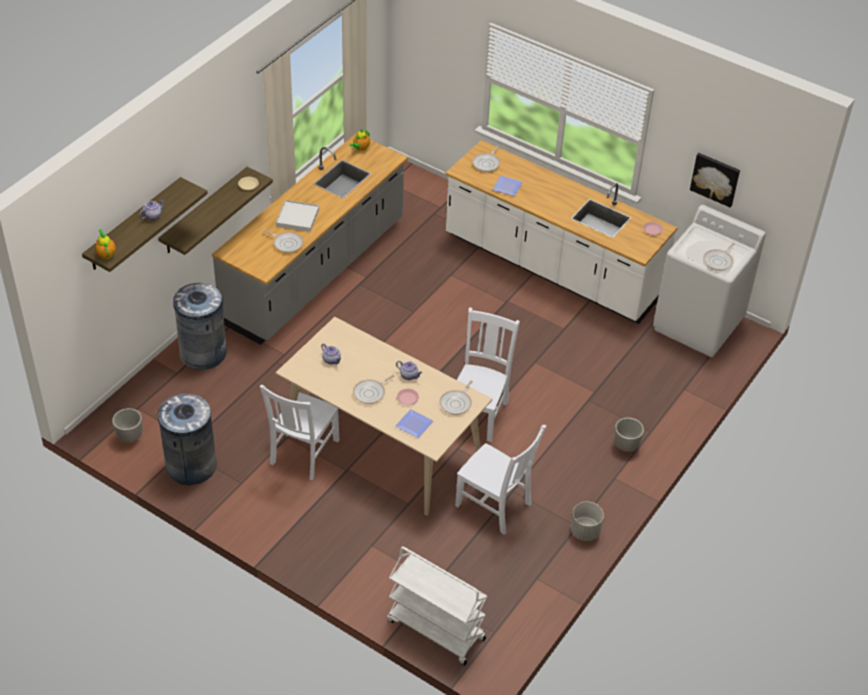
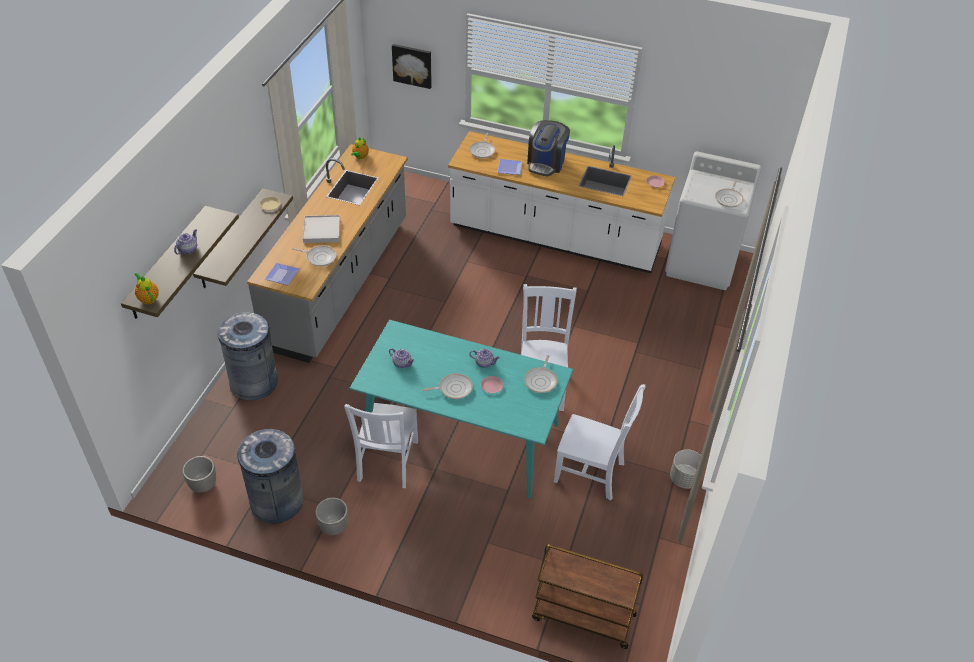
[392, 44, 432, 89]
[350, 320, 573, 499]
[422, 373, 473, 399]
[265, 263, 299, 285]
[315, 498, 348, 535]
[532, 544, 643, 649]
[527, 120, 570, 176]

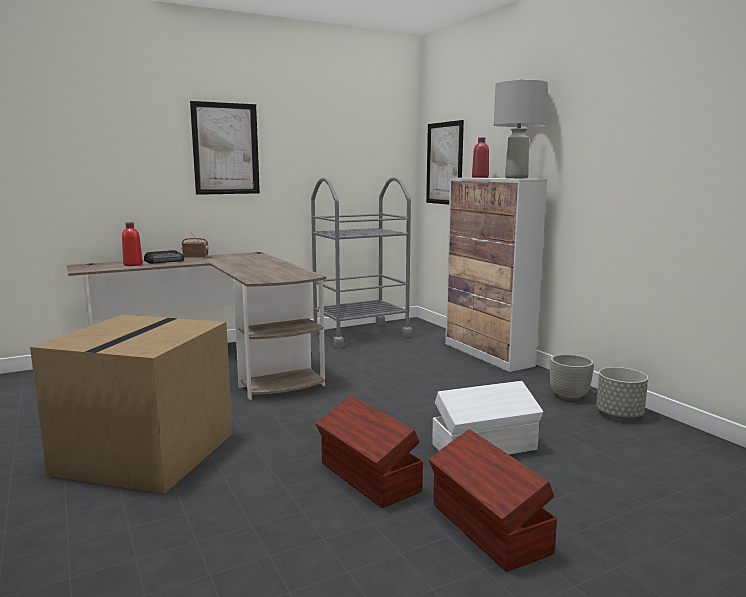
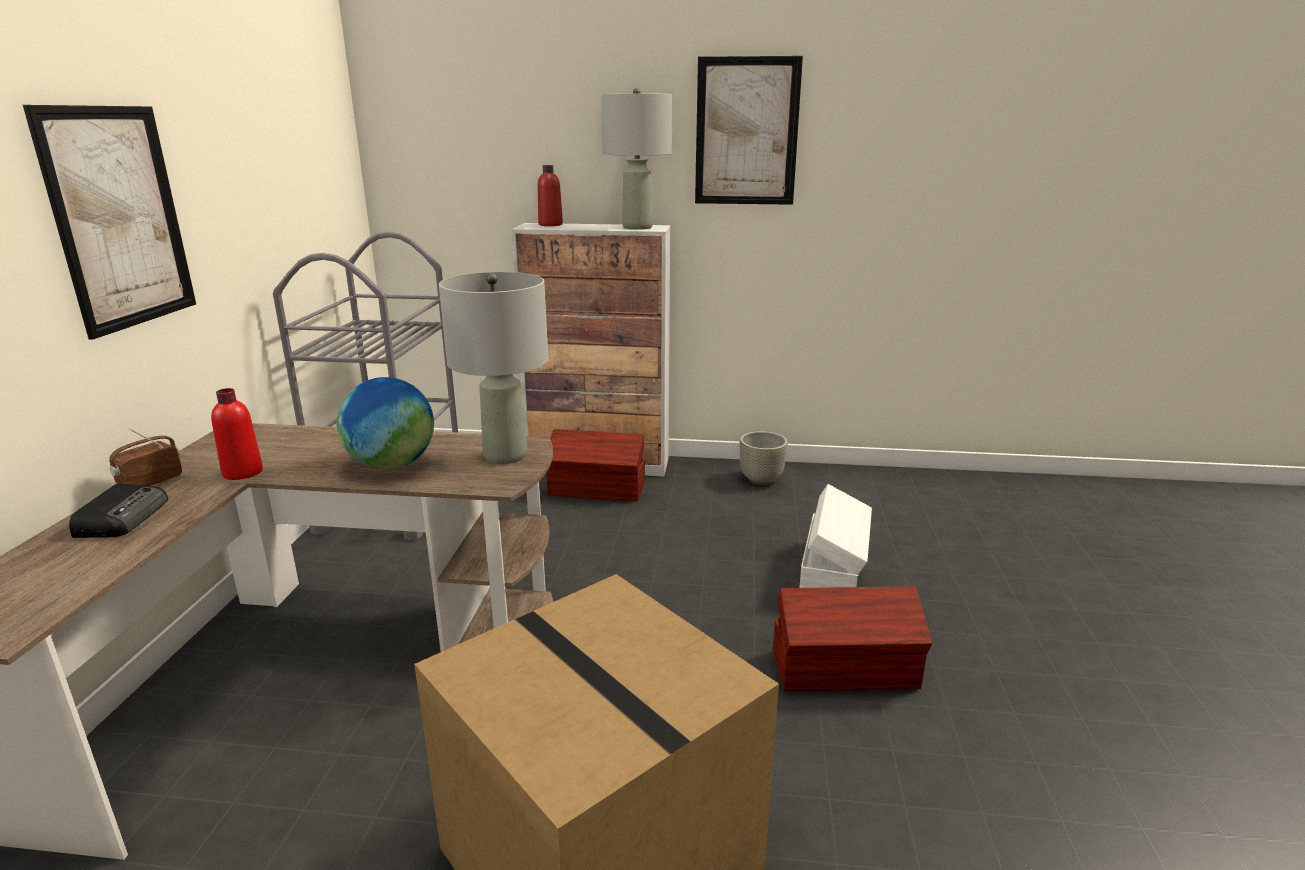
[695, 56, 803, 205]
[211, 388, 263, 480]
[596, 367, 648, 419] (first image)
[546, 429, 645, 502]
[439, 272, 548, 464]
[336, 377, 434, 470]

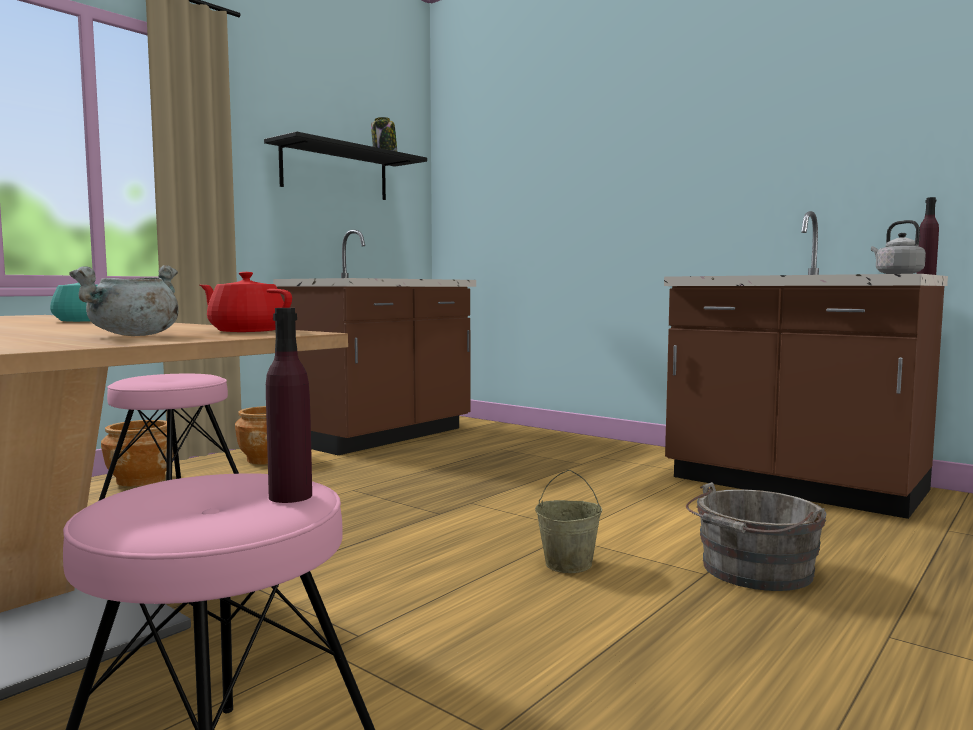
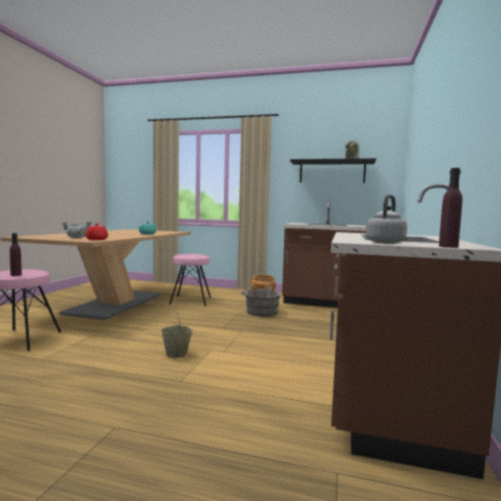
[101, 420, 174, 487] (first image)
[242, 287, 281, 317]

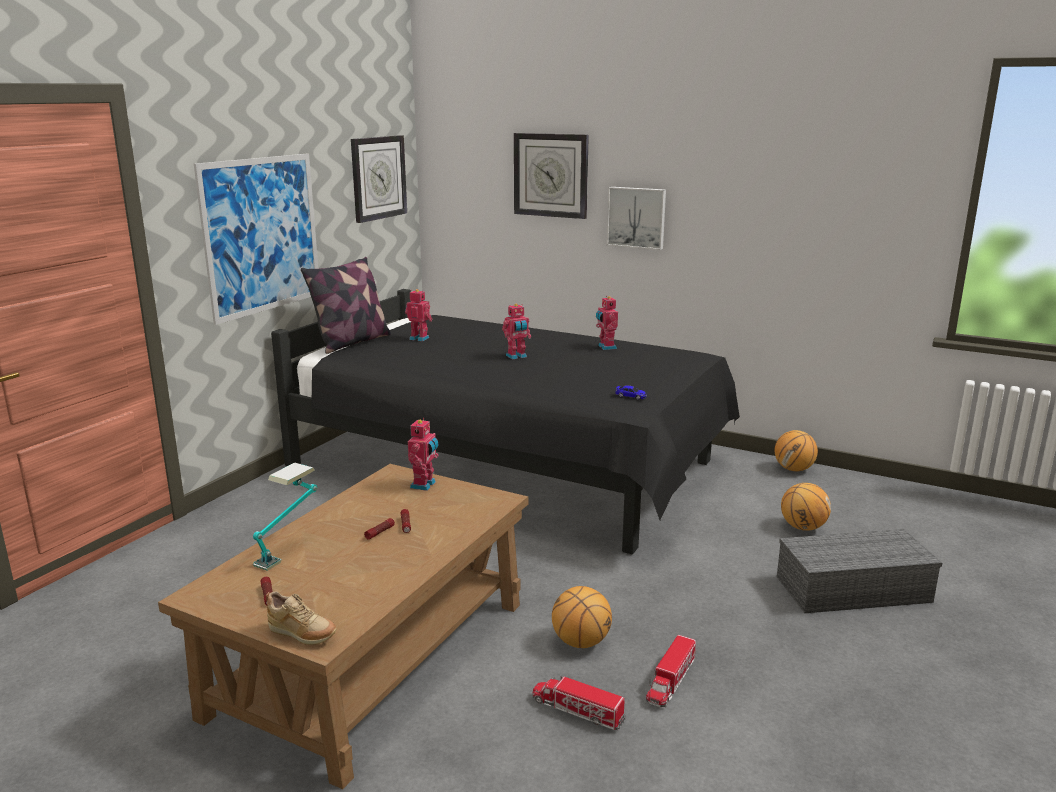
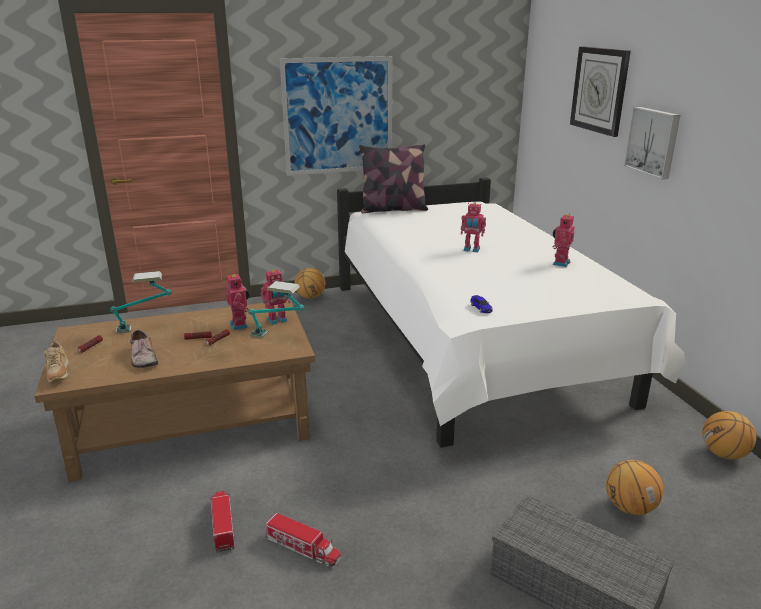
[351, 135, 407, 223] (first image)
[337, 178, 685, 448]
[226, 273, 249, 330]
[295, 268, 325, 299]
[266, 513, 341, 567]
[248, 281, 305, 338]
[130, 330, 158, 368]

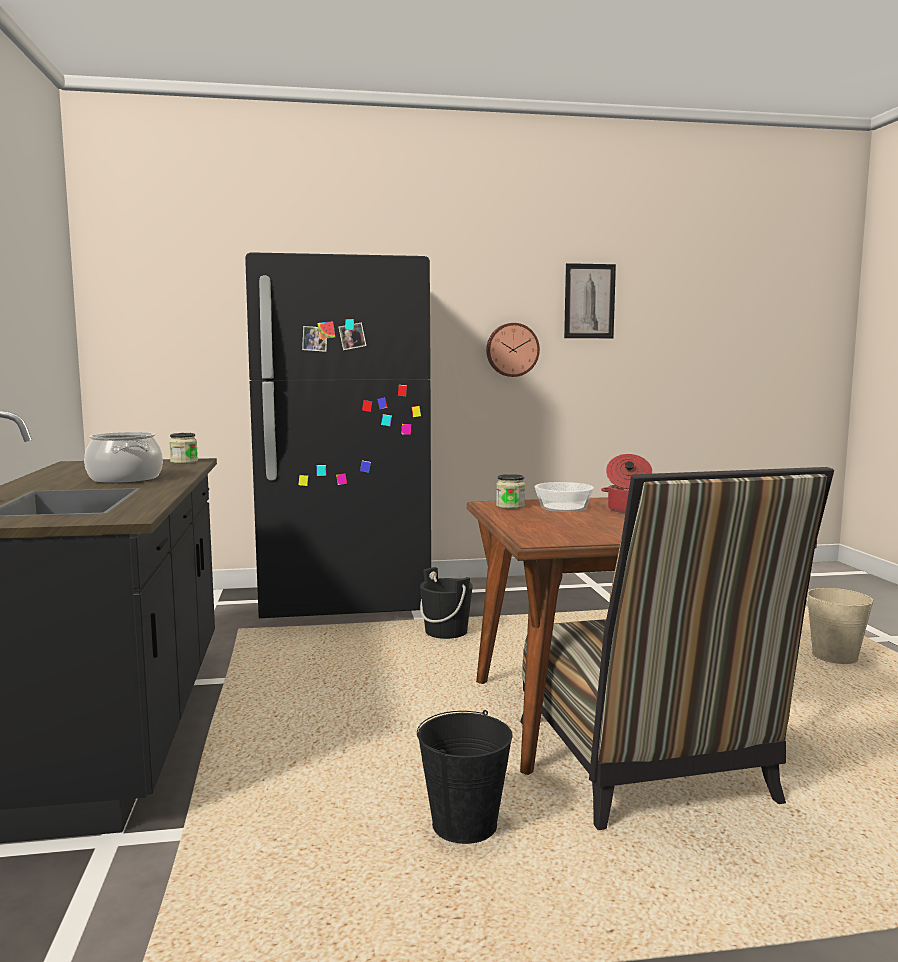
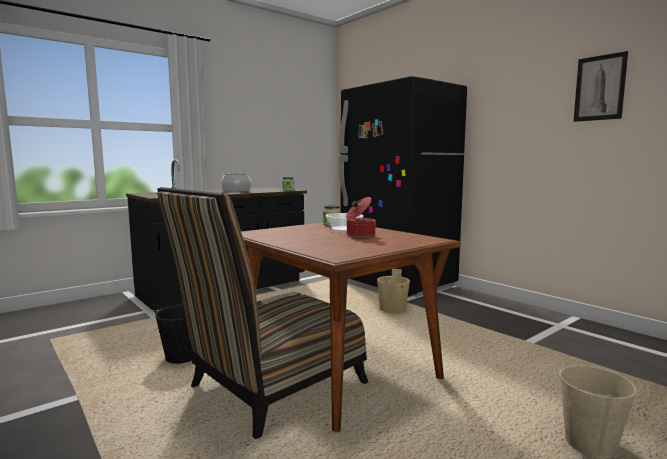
[486, 323, 540, 377] (first image)
[377, 269, 410, 313]

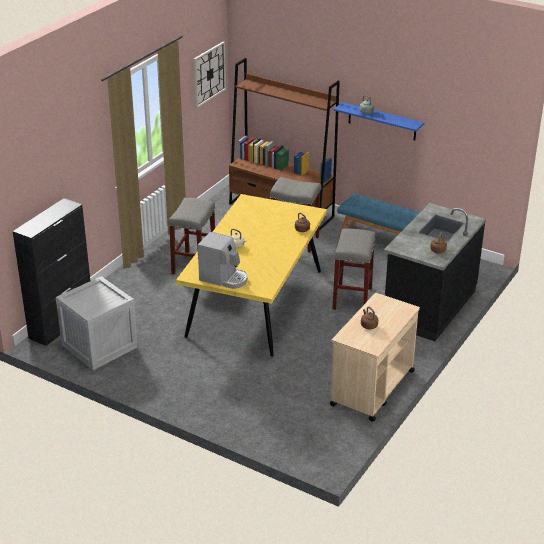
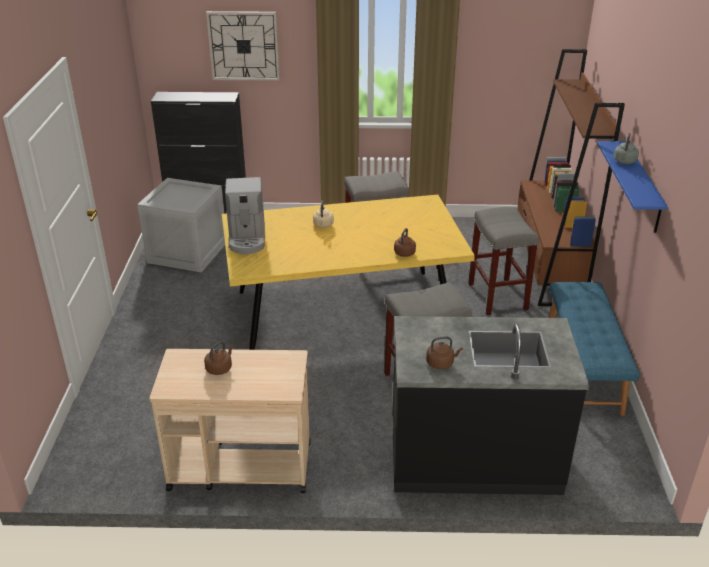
[206, 11, 280, 81]

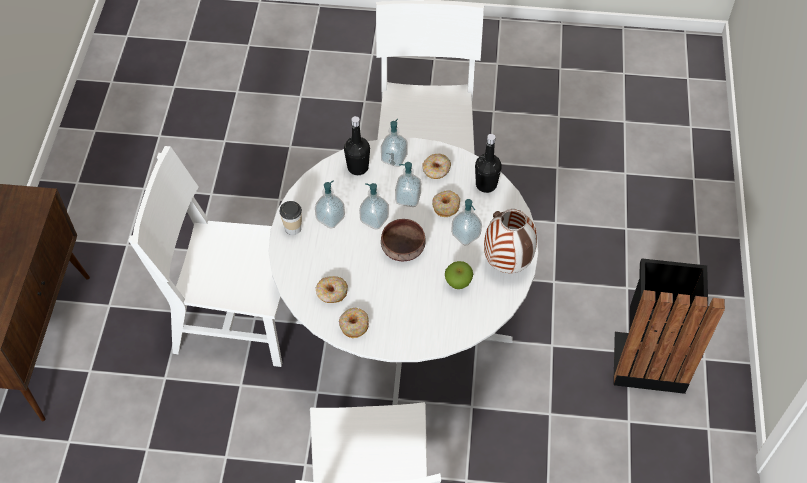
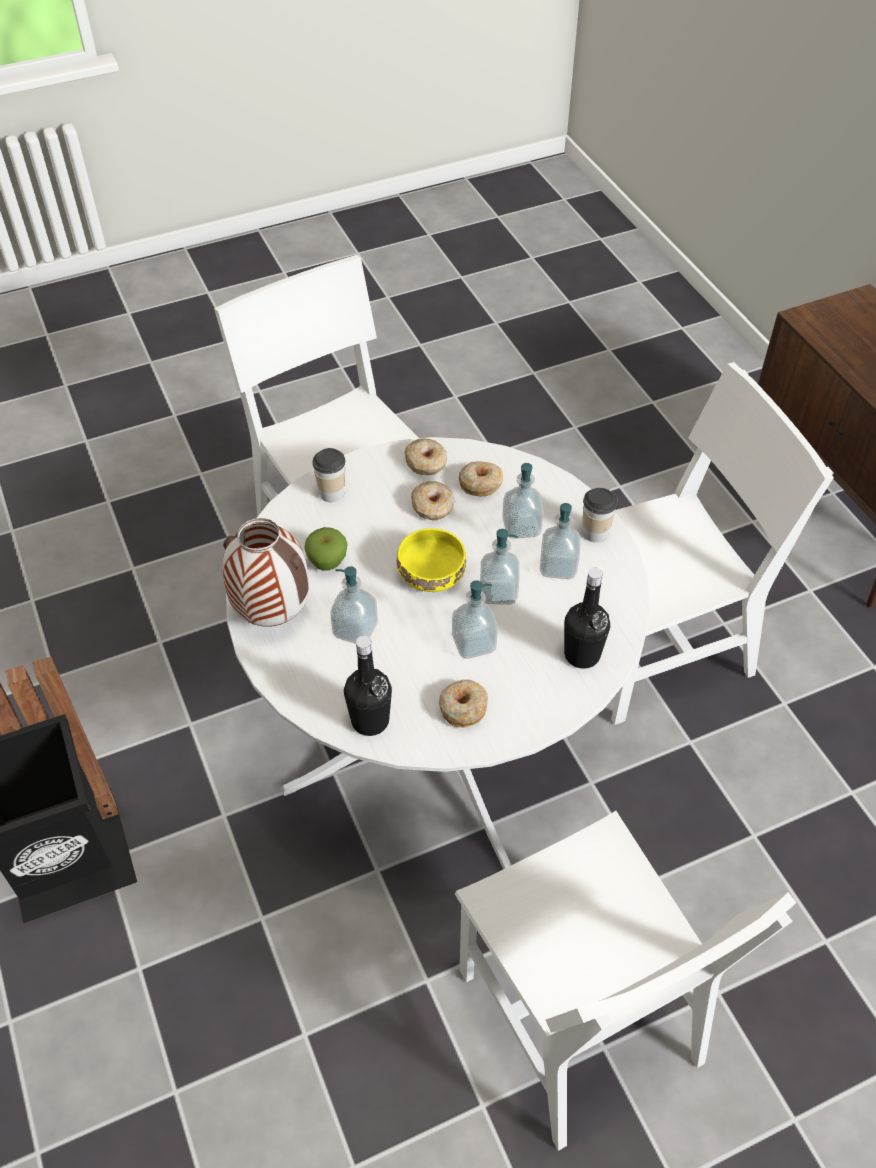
[502, 463, 544, 539]
[411, 481, 455, 520]
[397, 528, 466, 592]
[312, 448, 346, 502]

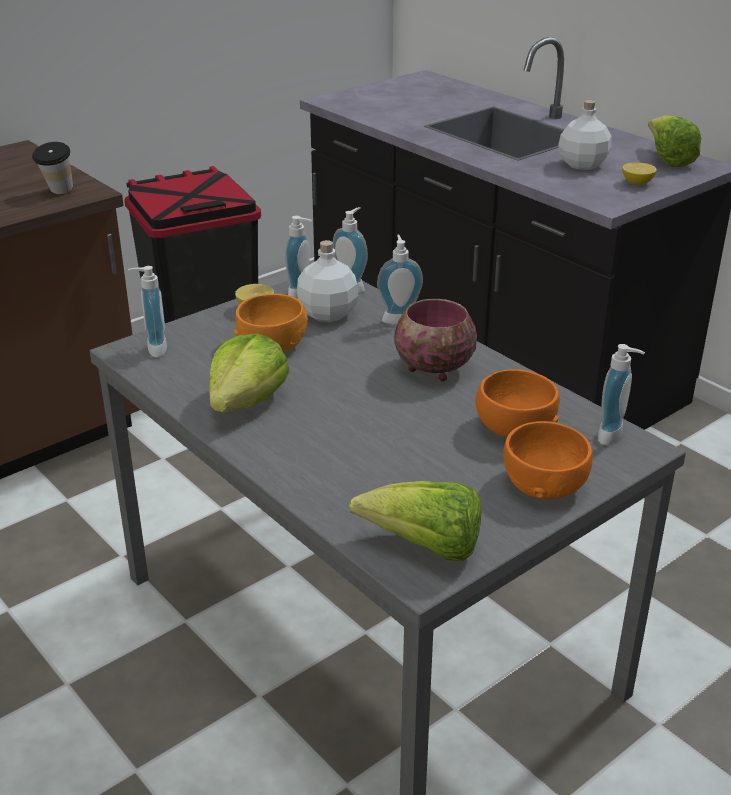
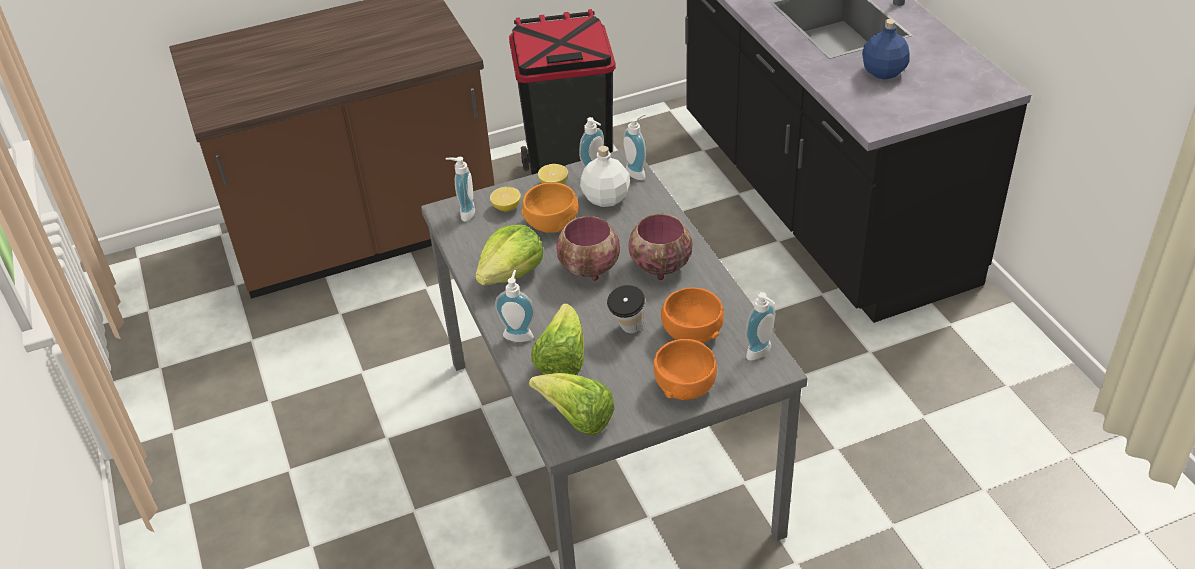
[862, 19, 910, 79]
[531, 303, 584, 375]
[607, 285, 645, 333]
[490, 187, 521, 211]
[495, 270, 535, 342]
[556, 216, 620, 281]

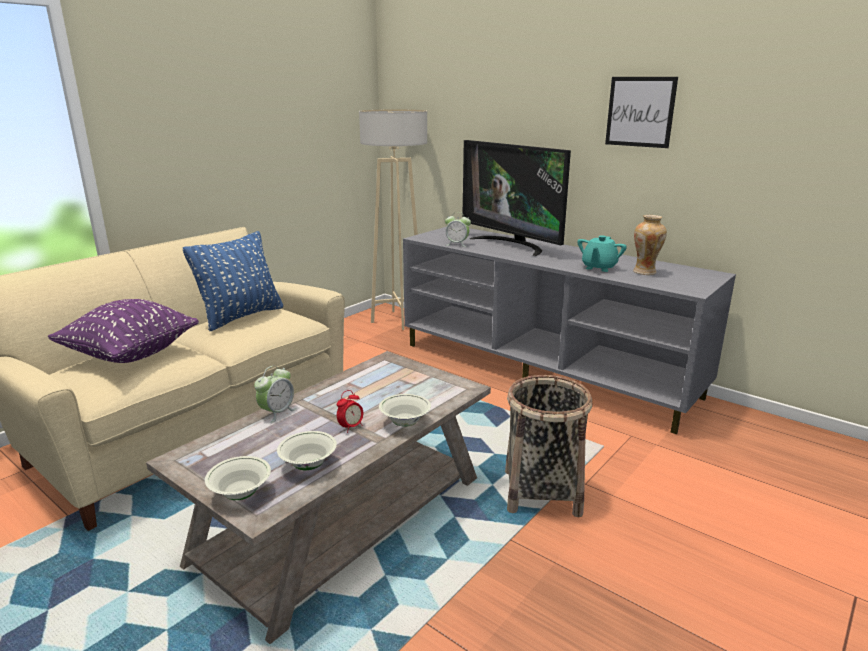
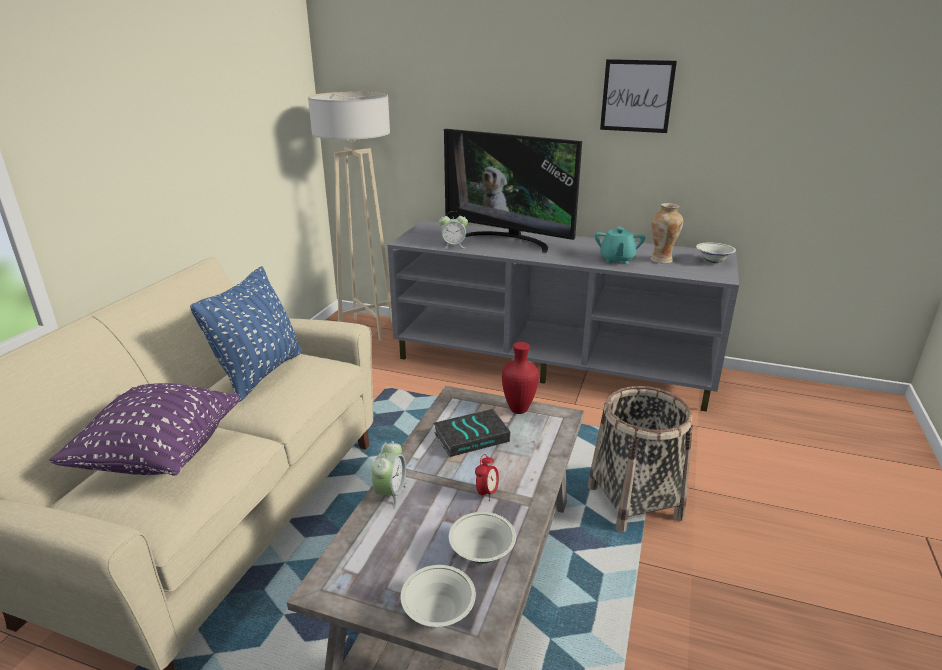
[696, 243, 736, 263]
[502, 342, 539, 414]
[433, 409, 510, 457]

